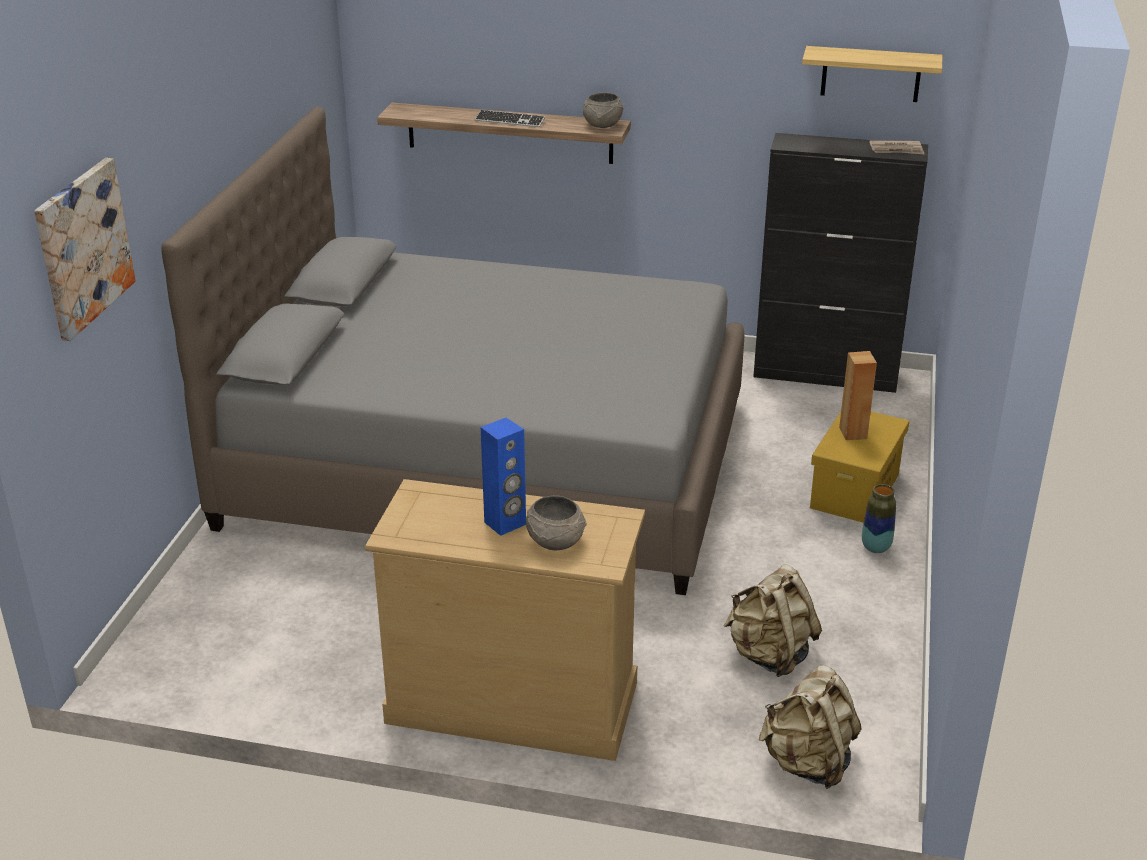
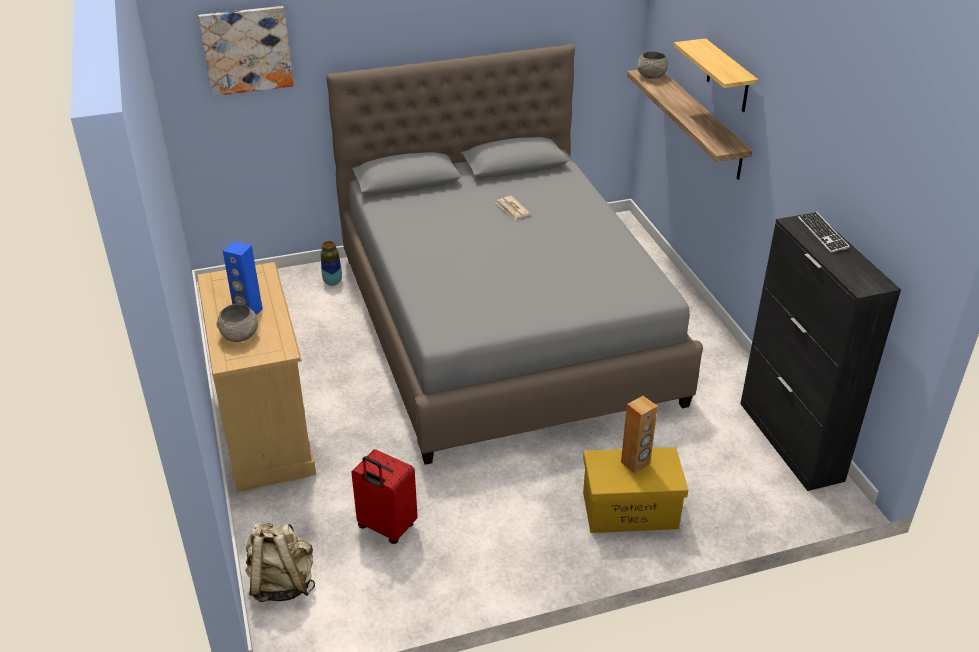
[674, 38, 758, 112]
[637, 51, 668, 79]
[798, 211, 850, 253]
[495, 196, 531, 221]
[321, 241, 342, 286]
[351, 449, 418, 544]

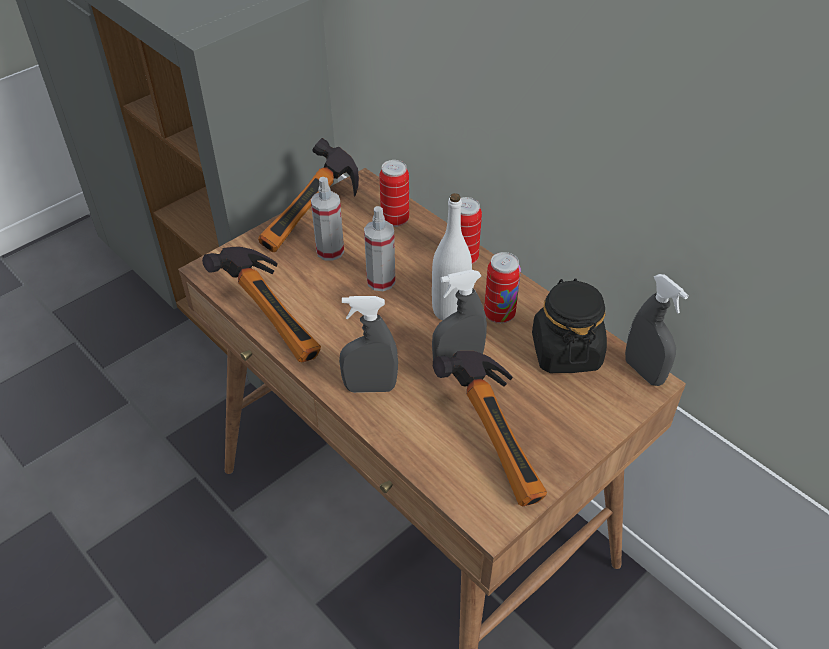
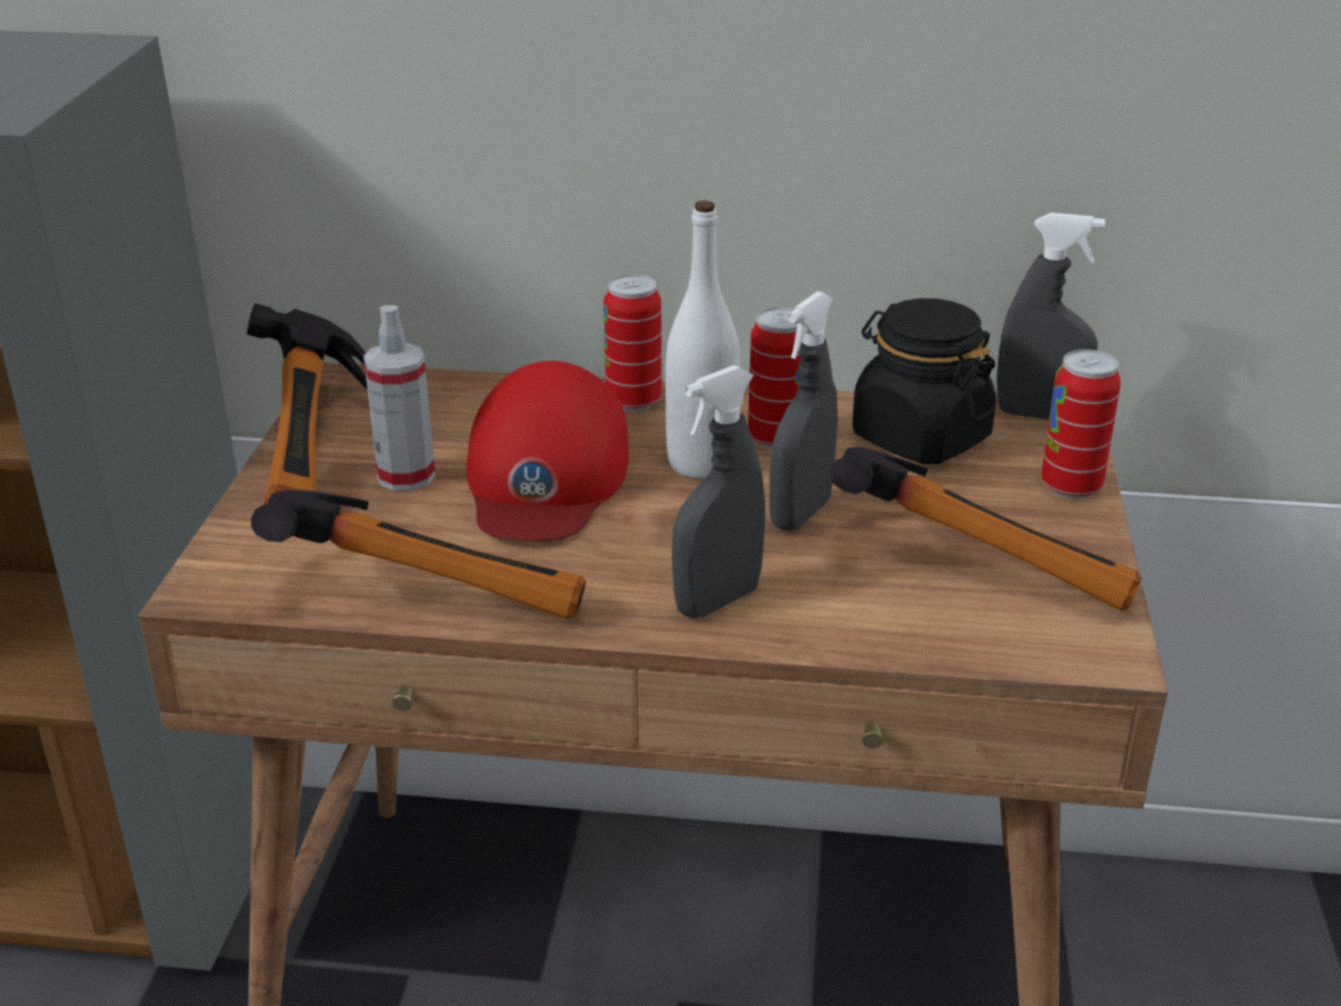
[1041, 349, 1121, 499]
[466, 361, 629, 541]

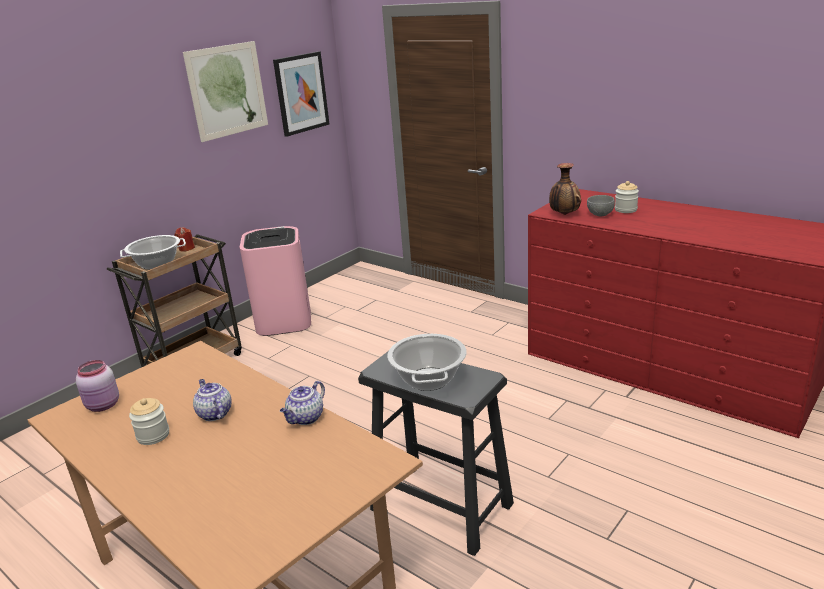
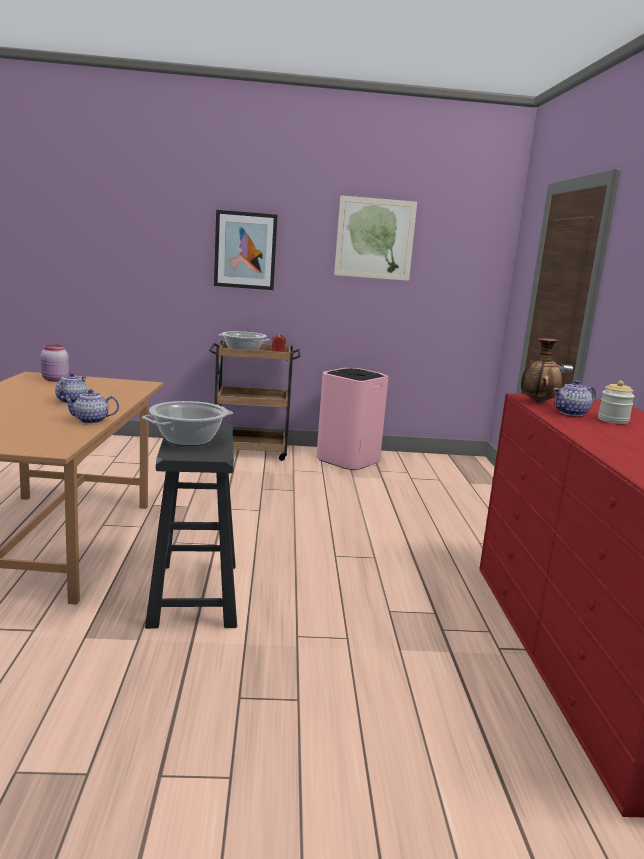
[214, 210, 278, 290]
[554, 380, 596, 416]
[129, 398, 169, 445] (first image)

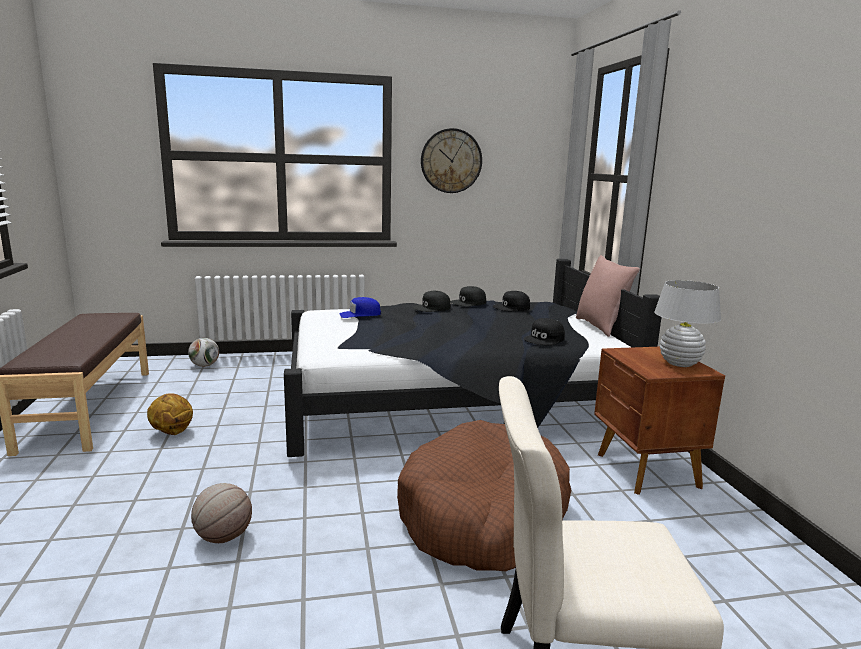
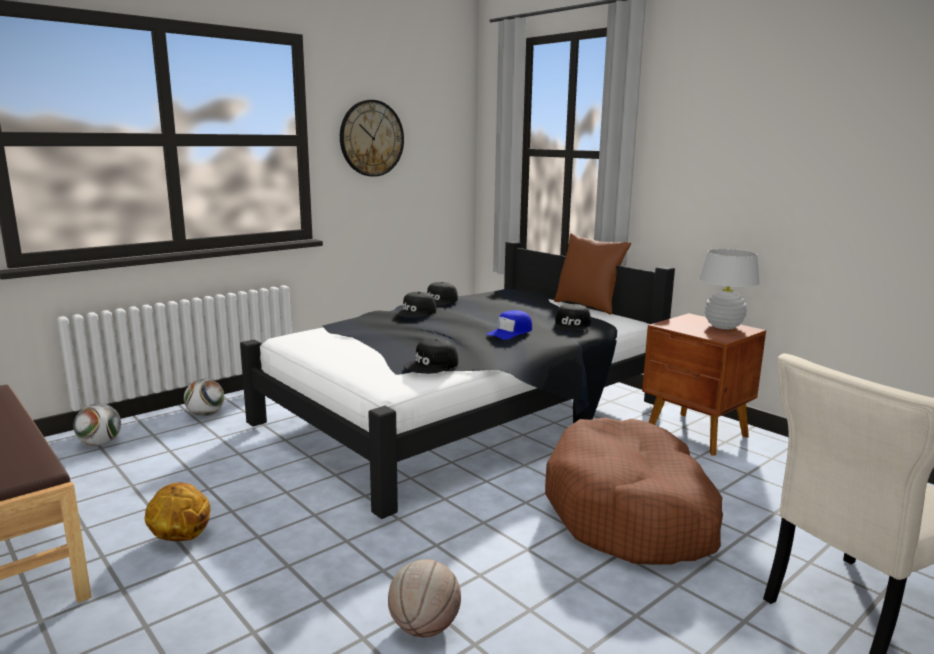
[554, 233, 631, 315]
[404, 338, 458, 374]
[486, 310, 532, 340]
[184, 379, 224, 417]

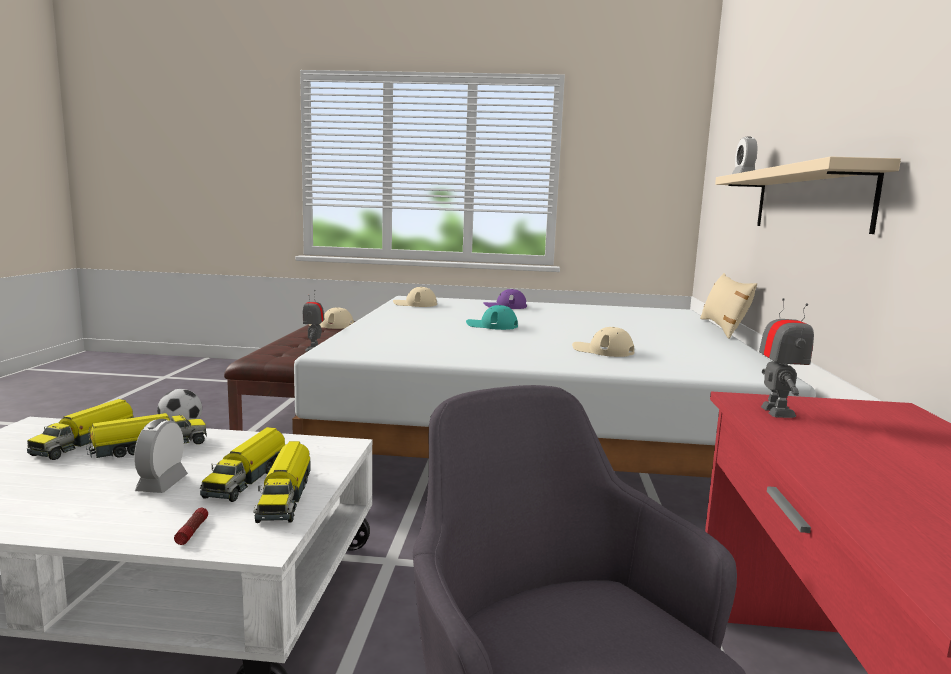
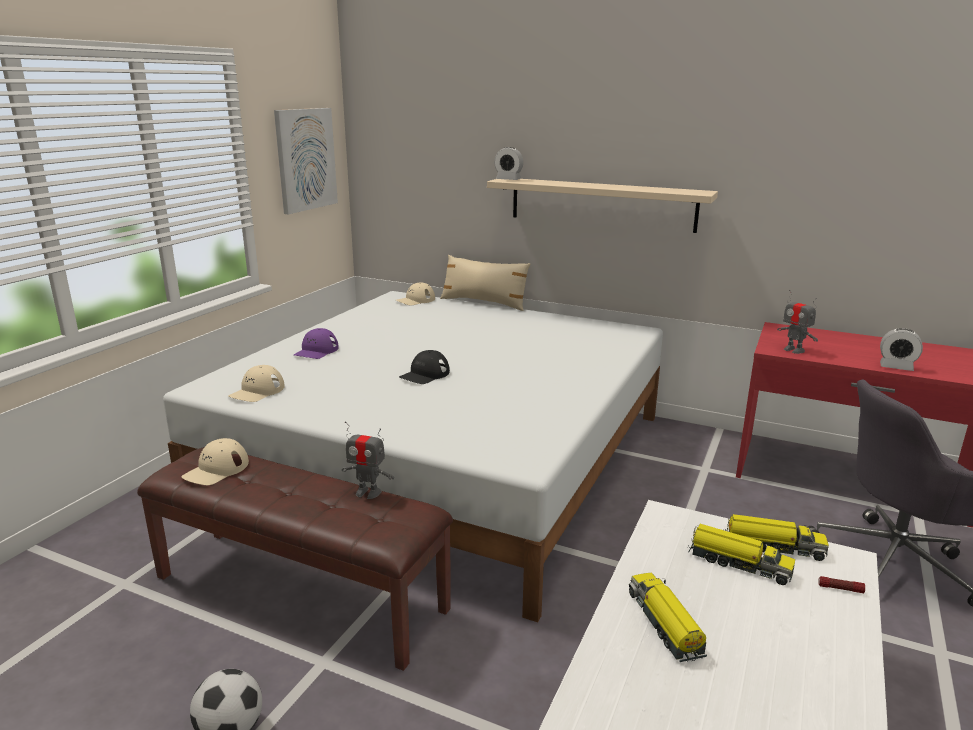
[777, 290, 818, 354]
[399, 350, 450, 384]
[396, 283, 435, 305]
[27, 399, 134, 460] (first image)
[880, 328, 923, 371]
[274, 108, 338, 214]

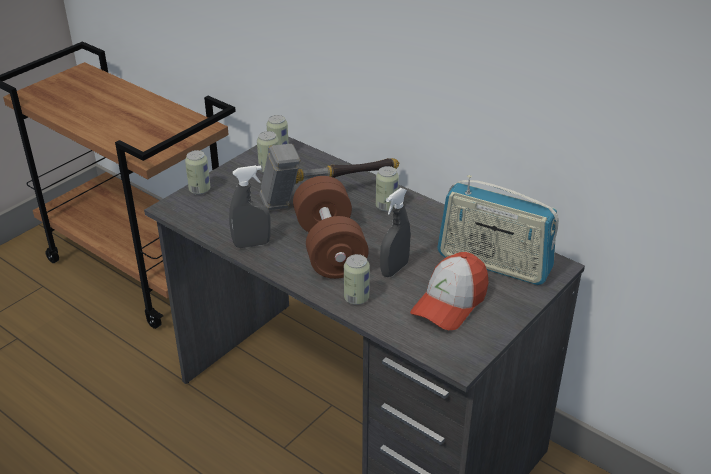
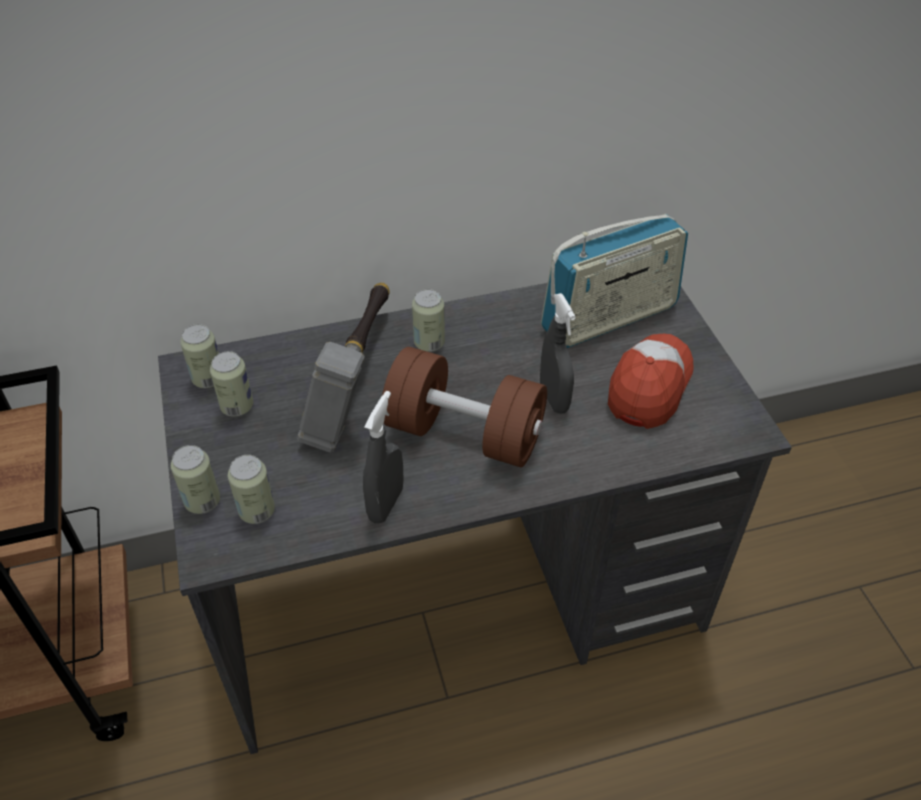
[608, 334, 694, 429]
[228, 455, 275, 524]

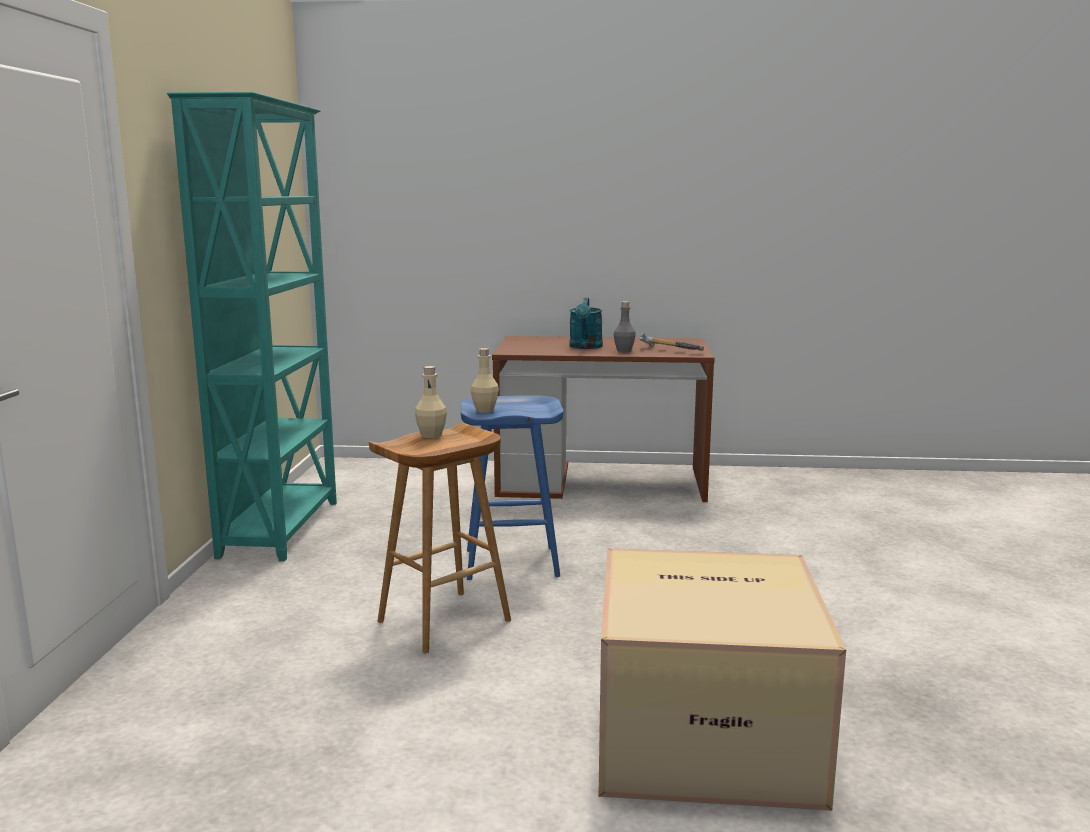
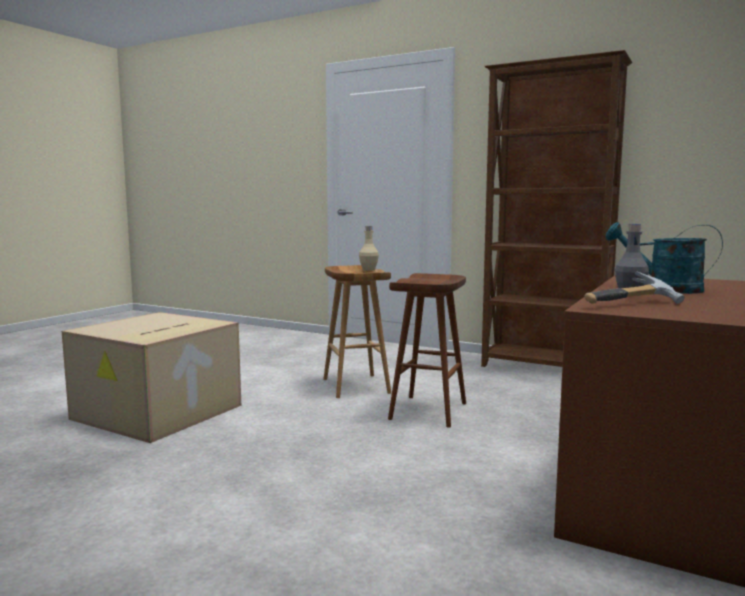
[481, 50, 632, 367]
[471, 348, 499, 413] (first image)
[388, 273, 466, 428]

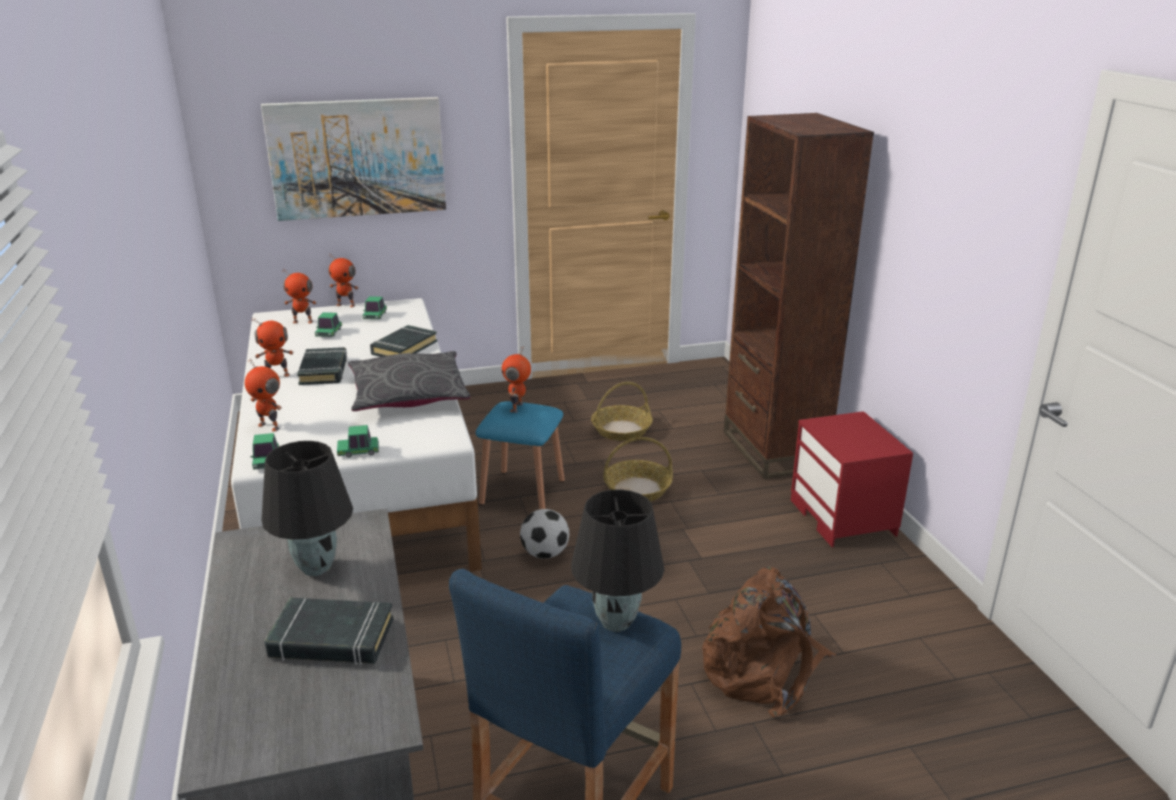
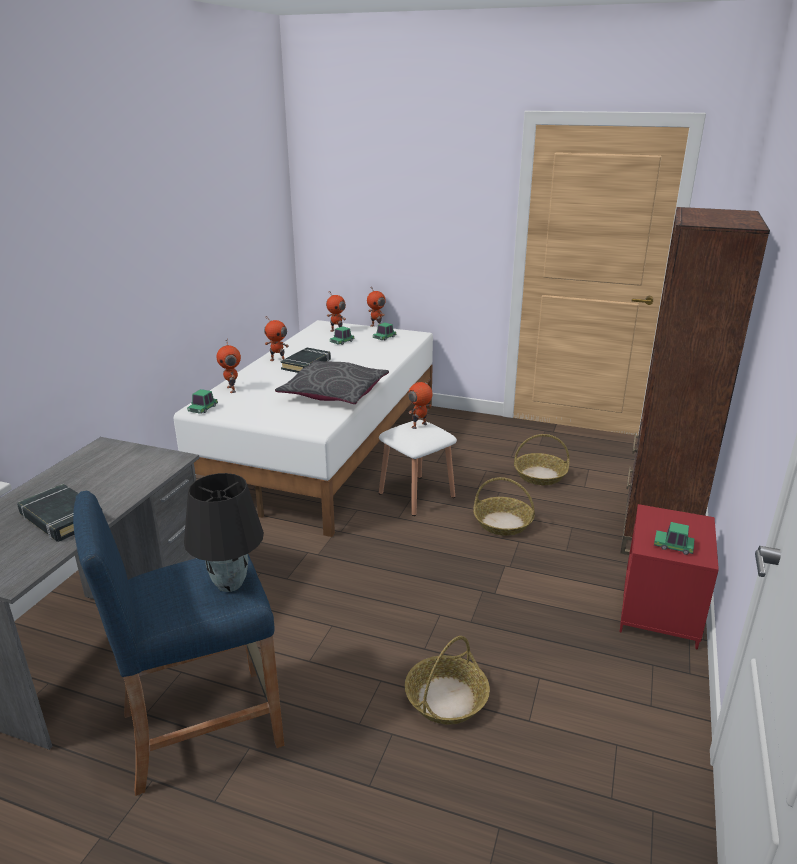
[261, 97, 446, 221] (first image)
[370, 325, 437, 357] (first image)
[379, 420, 457, 516]
[654, 522, 694, 555]
[262, 441, 353, 576] (first image)
[520, 509, 569, 559] (first image)
[405, 636, 490, 725]

